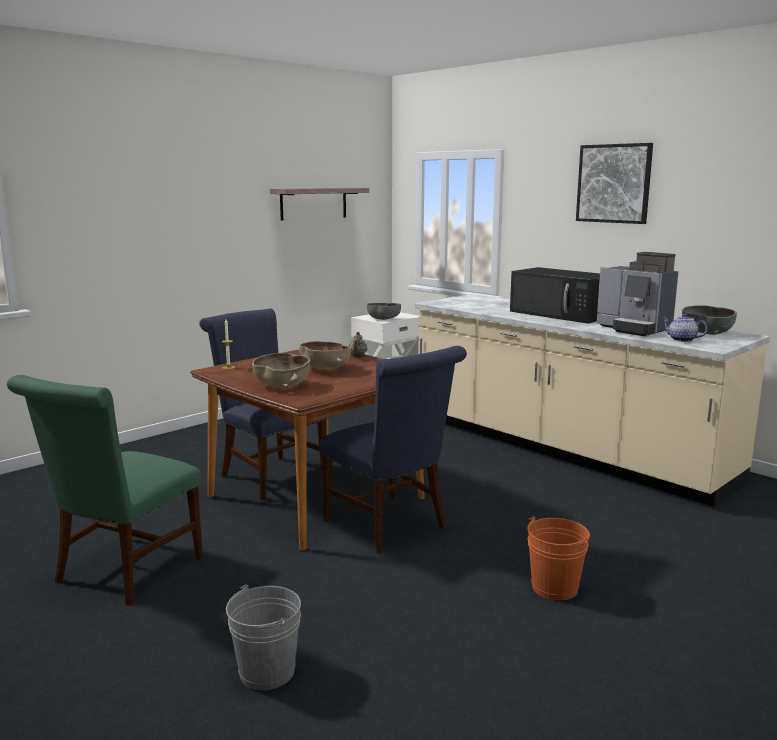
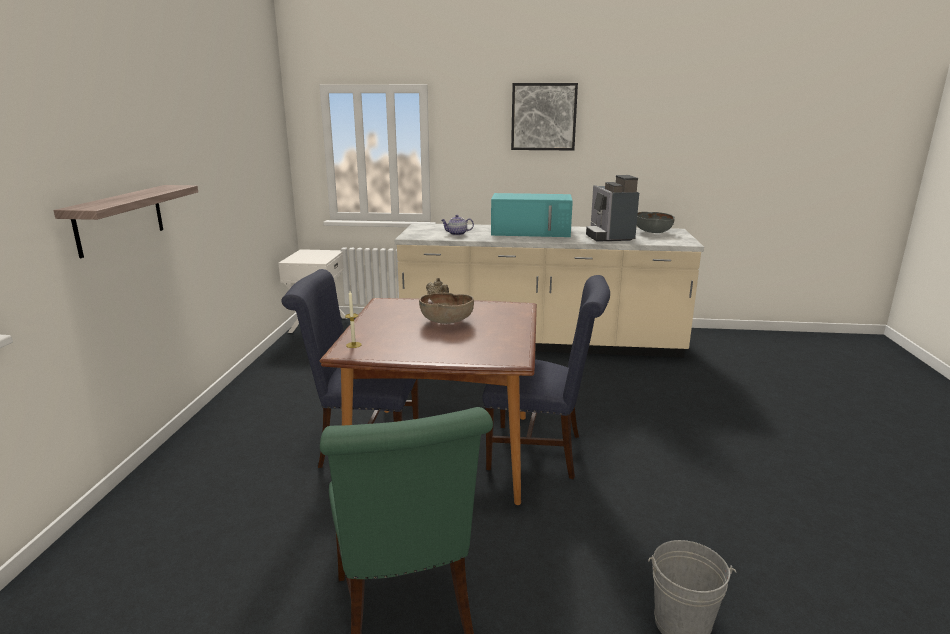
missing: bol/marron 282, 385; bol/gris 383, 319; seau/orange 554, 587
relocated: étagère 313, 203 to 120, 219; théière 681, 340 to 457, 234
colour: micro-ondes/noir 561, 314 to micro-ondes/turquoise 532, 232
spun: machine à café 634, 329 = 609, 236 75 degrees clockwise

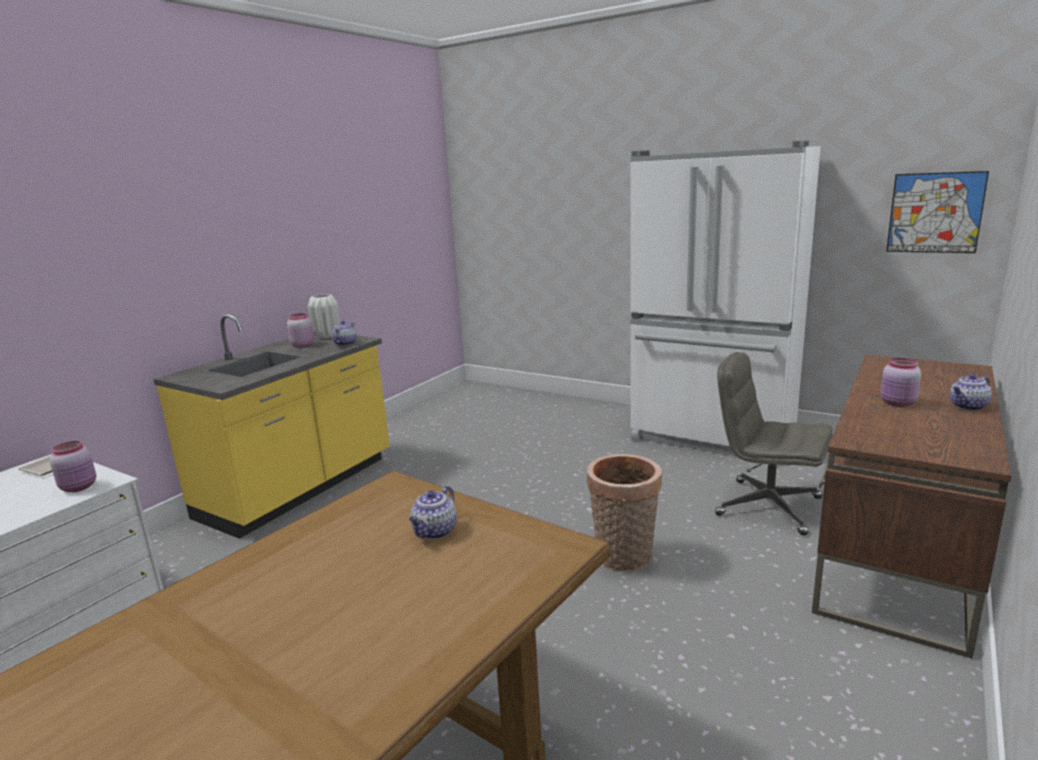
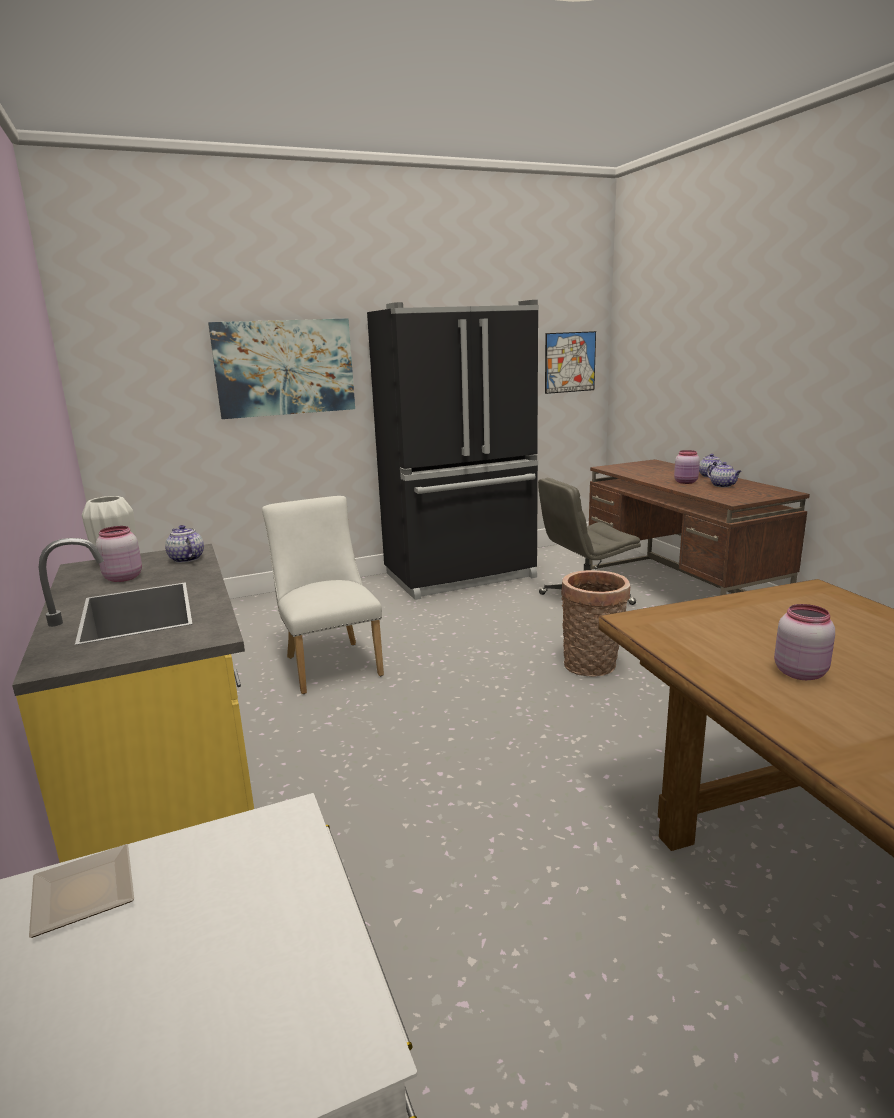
appeared: tableau 285, 367; chaise/blanc 330, 663
relocated: bocal/rose 80, 487 to 800, 672; théière 435, 532 to 723, 485
colour: réfrigérateur/blanc 712, 437 to réfrigérateur/noir 462, 576

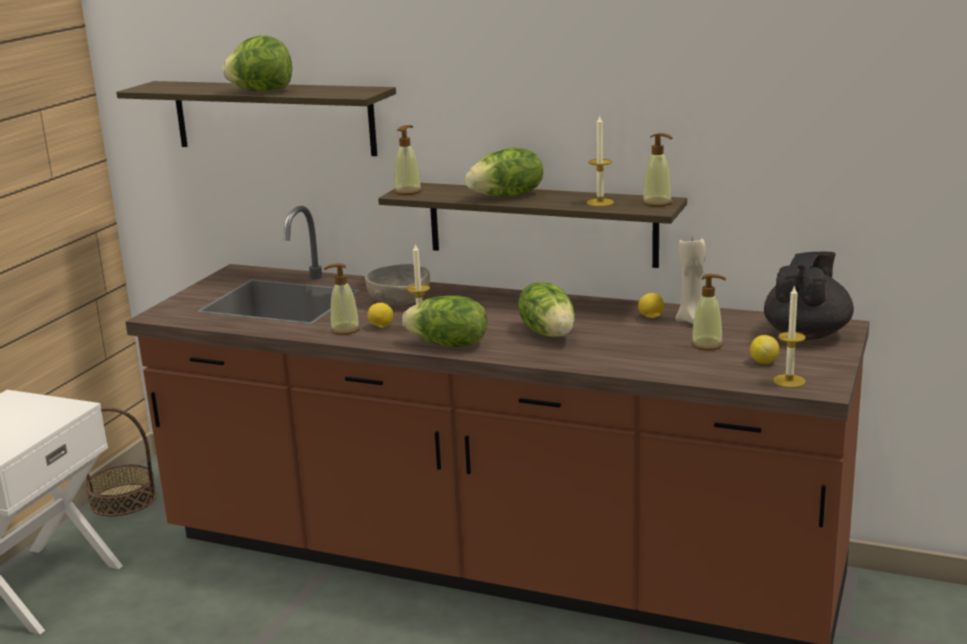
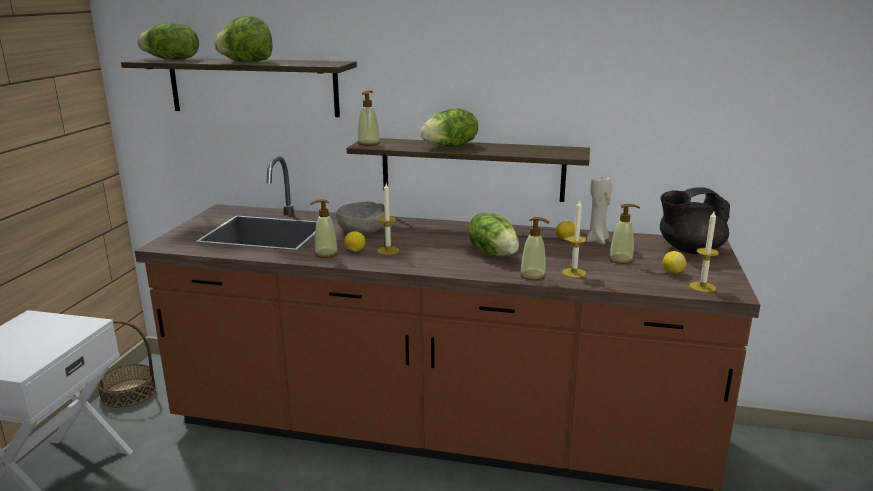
relocated: laitue 448, 345 to 171, 60; bougie 600, 202 to 574, 273; distributeur de savon 657, 203 to 533, 275
spun: théière/noir 807, 333 = 689, 249 120 degrees counterclockwise

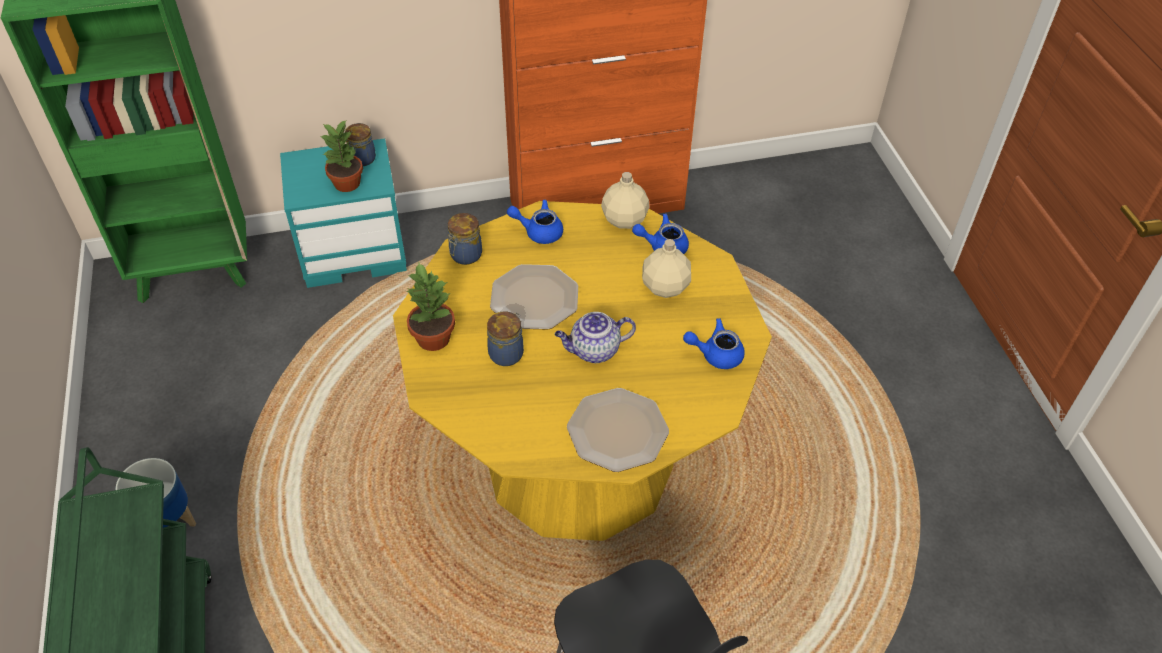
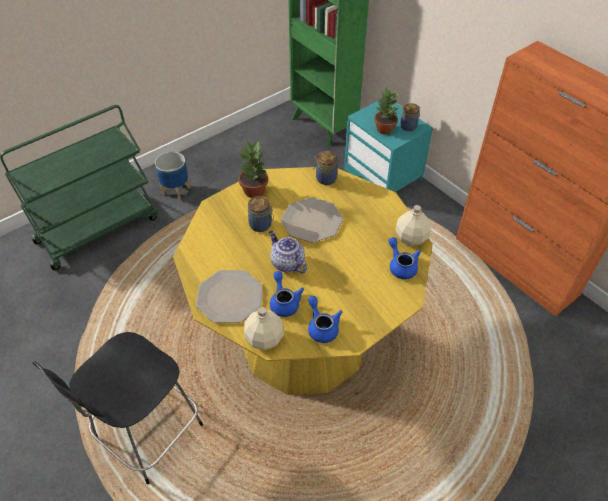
relocated: théière/bleu 538, 231 to 284, 302; bouteille/beige 665, 286 to 265, 339

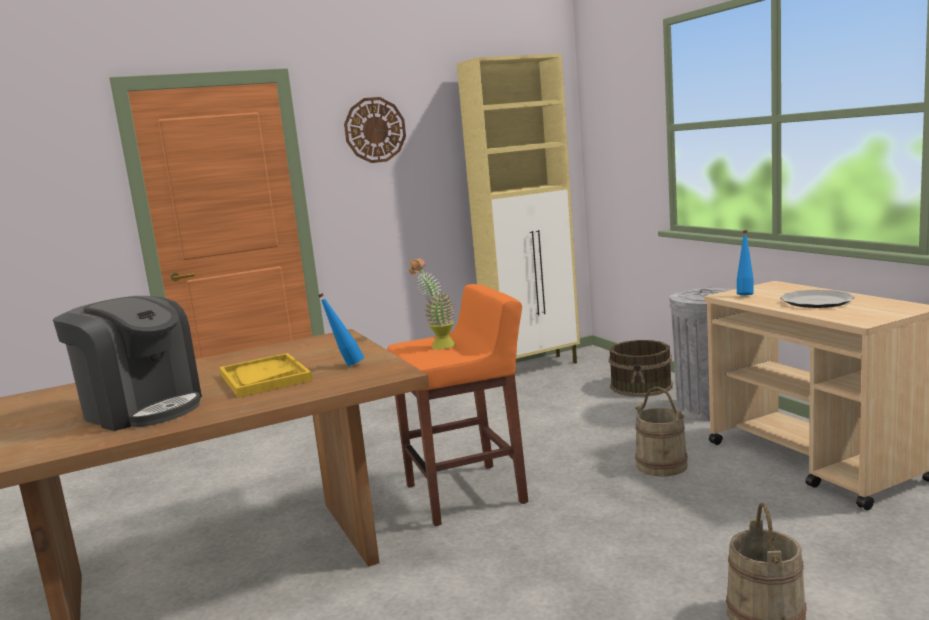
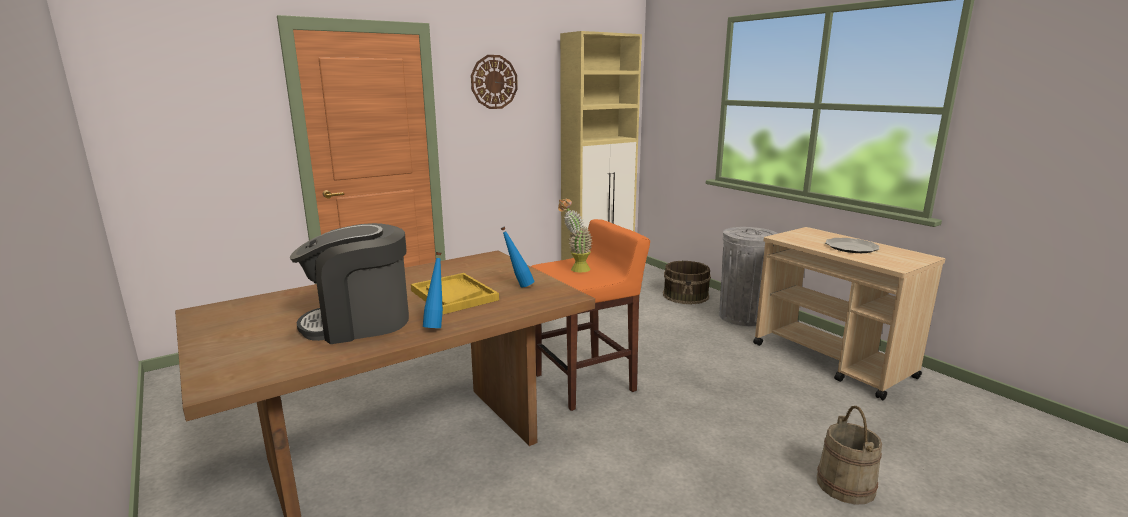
missing: seau/beige 661, 465
relocated: bouteille/bleu 745, 294 to 436, 325
spun: machine à café 142, 409 = 359, 322 135 degrees clockwise

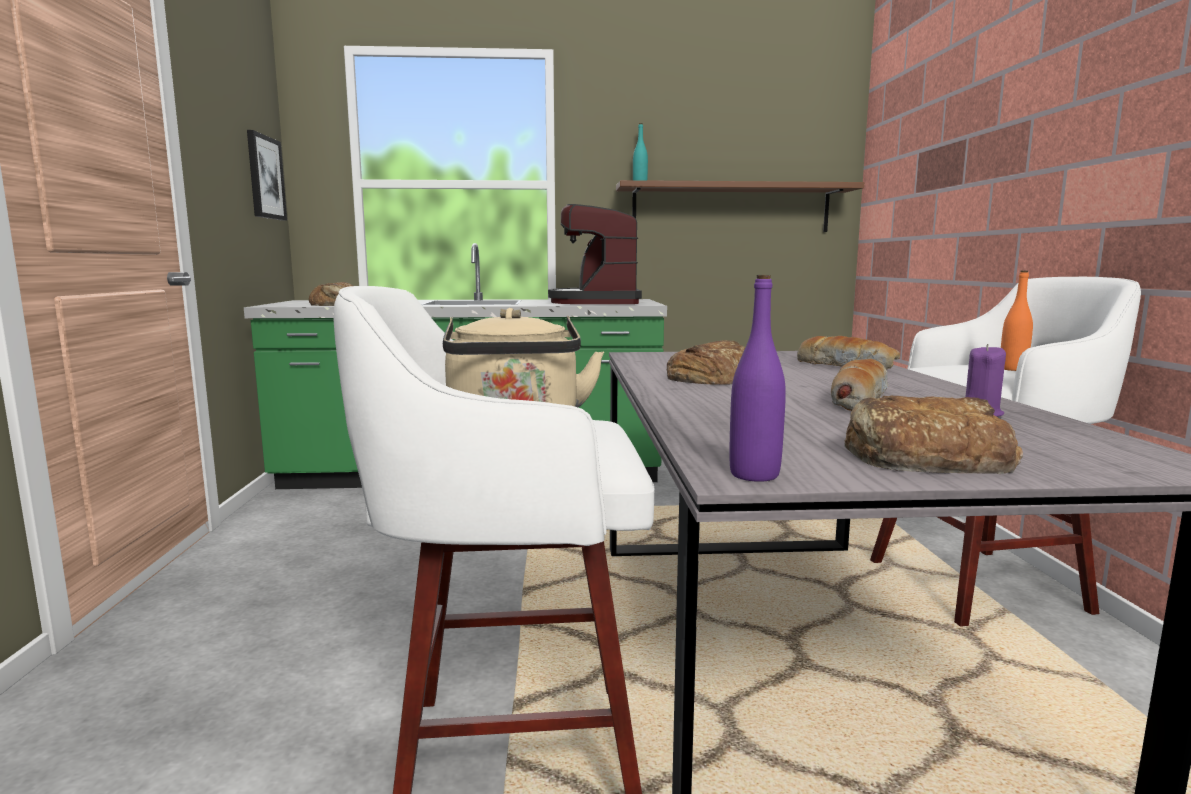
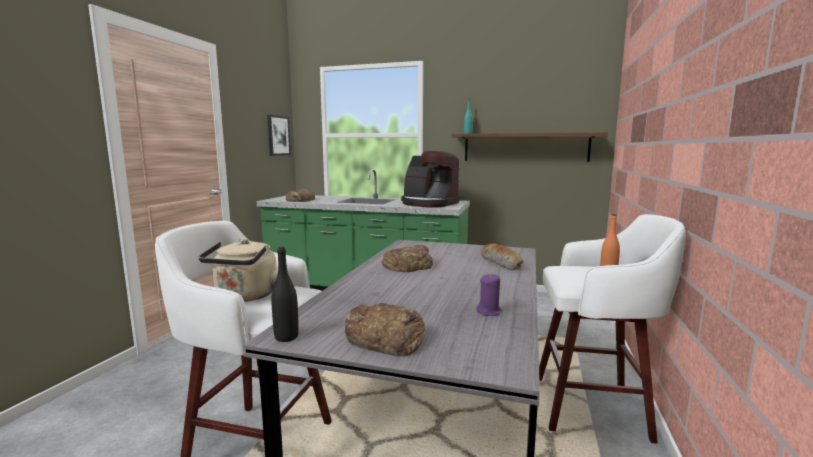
missing: pain 858, 400
colour: bouteille/violet 754, 475 to bouteille/noir 286, 337
spun: machine à café 596, 302 = 429, 203 75 degrees counterclockwise

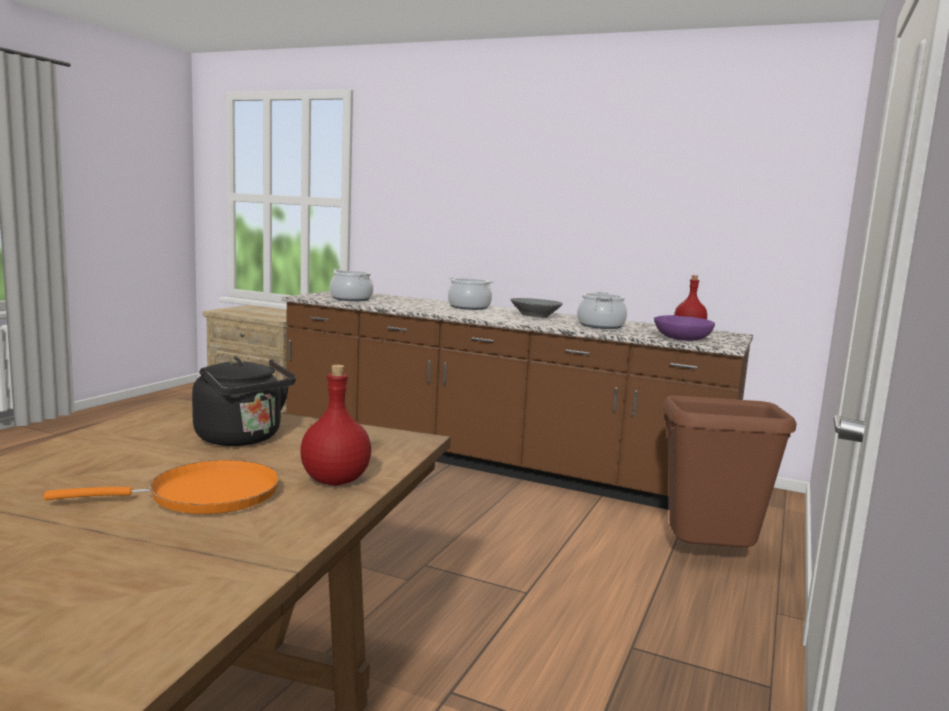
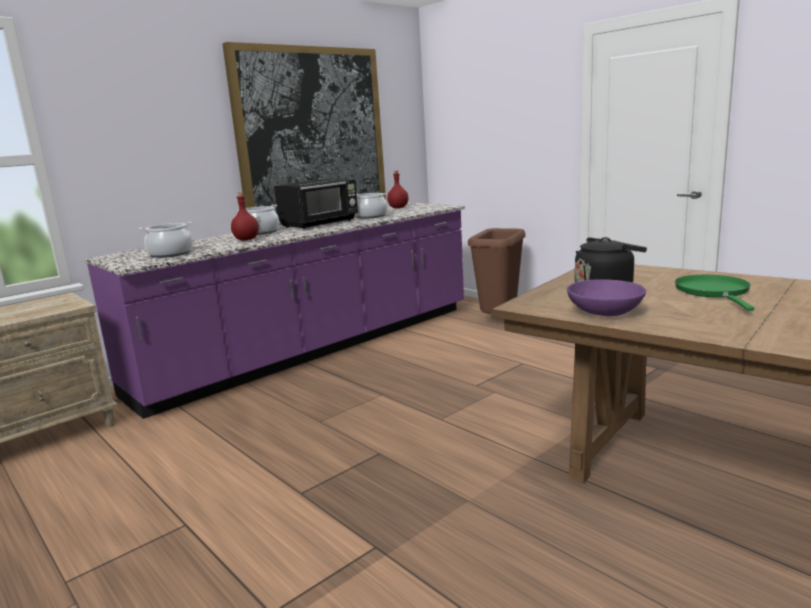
appeared: tableau 312, 137
relocated: bouteille/rouge 336, 481 to 247, 239; bol/violet 681, 338 to 604, 312
exchanged: bol/gris 535, 316 to micro-ondes/noir 320, 223
colour: poêle/orange 204, 495 to poêle/vert 713, 292; comptoir de cuisine/marron 494, 462 to comptoir de cuisine/violet 316, 348

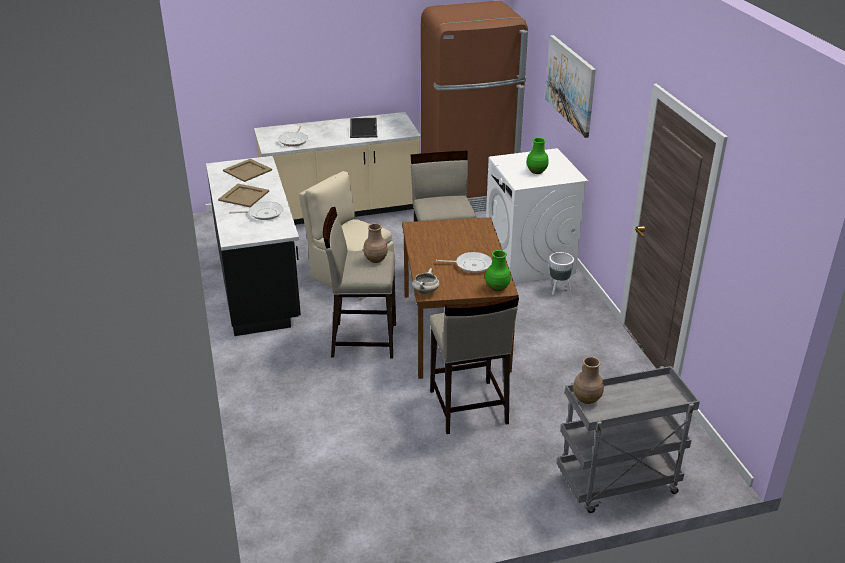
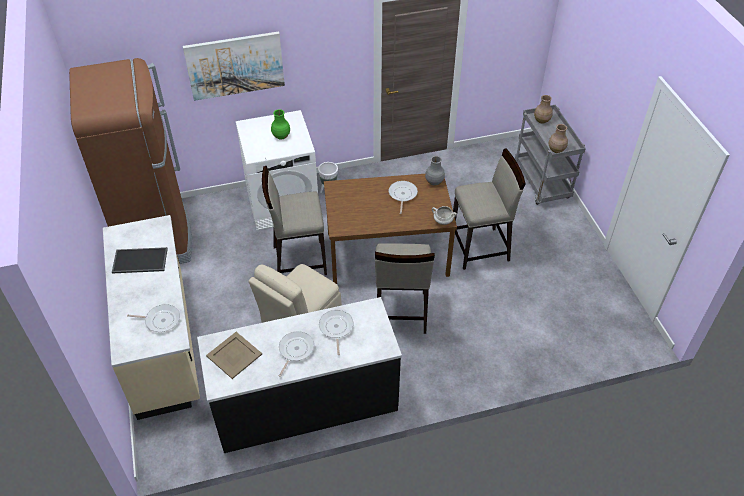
relocated: vase/marron 375, 260 to 542, 120
exchanged: plateau/beige 243, 195 to poêle 295, 350
colour: vase/vert 497, 287 to vase/gris 434, 182

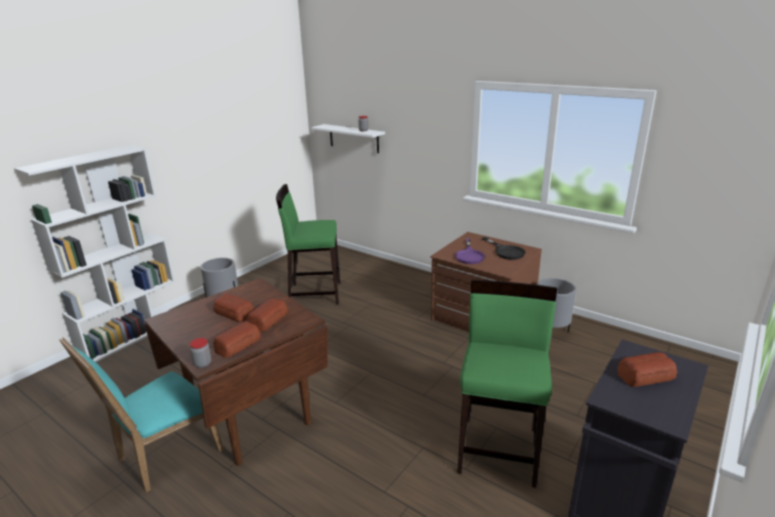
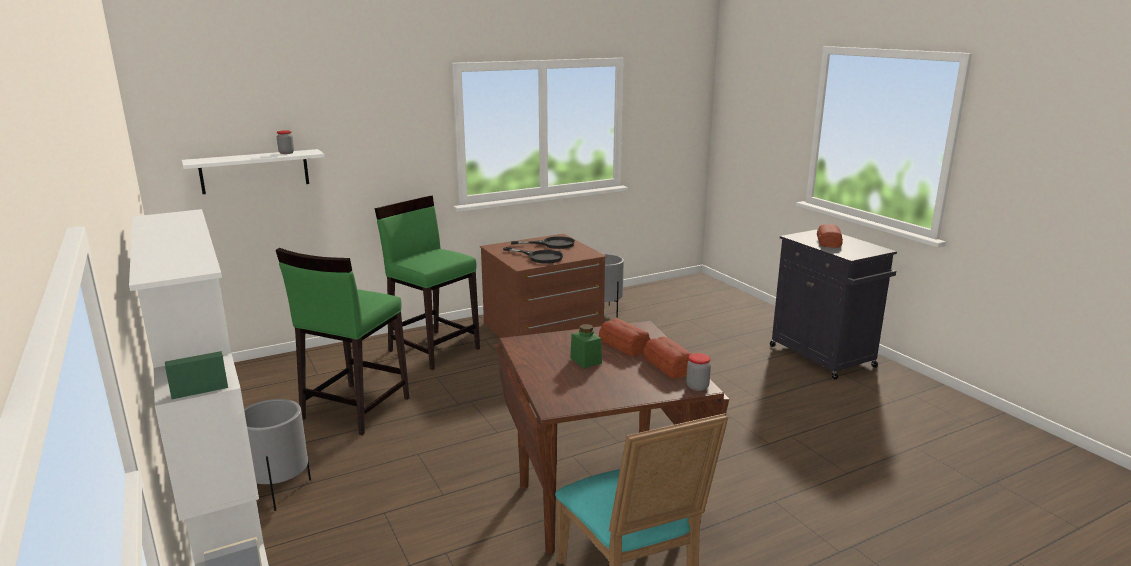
relocated: tabouret/vert 499, 449 to 434, 349
exchanged: pain 234, 313 to bocal/vert 586, 360
colour: poêle/violet 469, 255 to poêle/noir 540, 257

